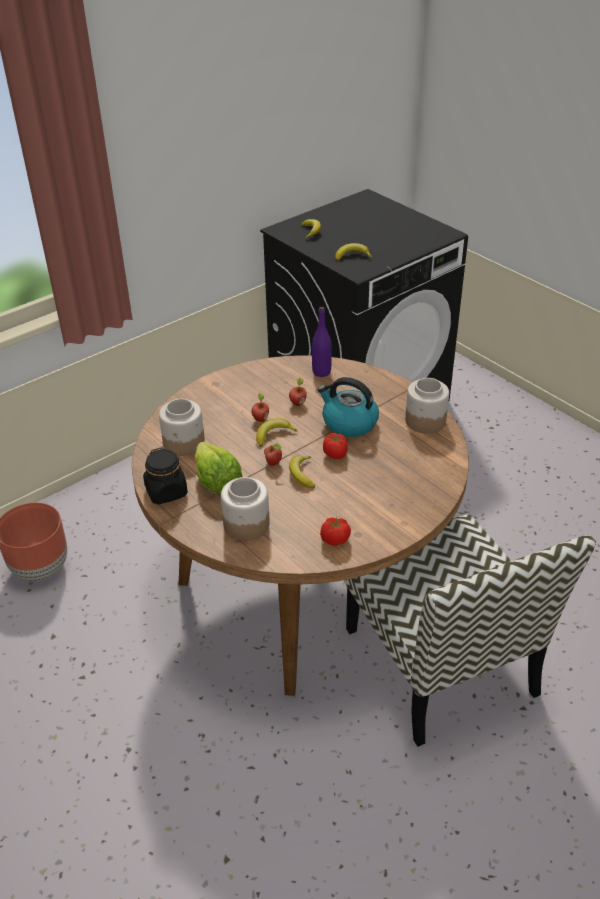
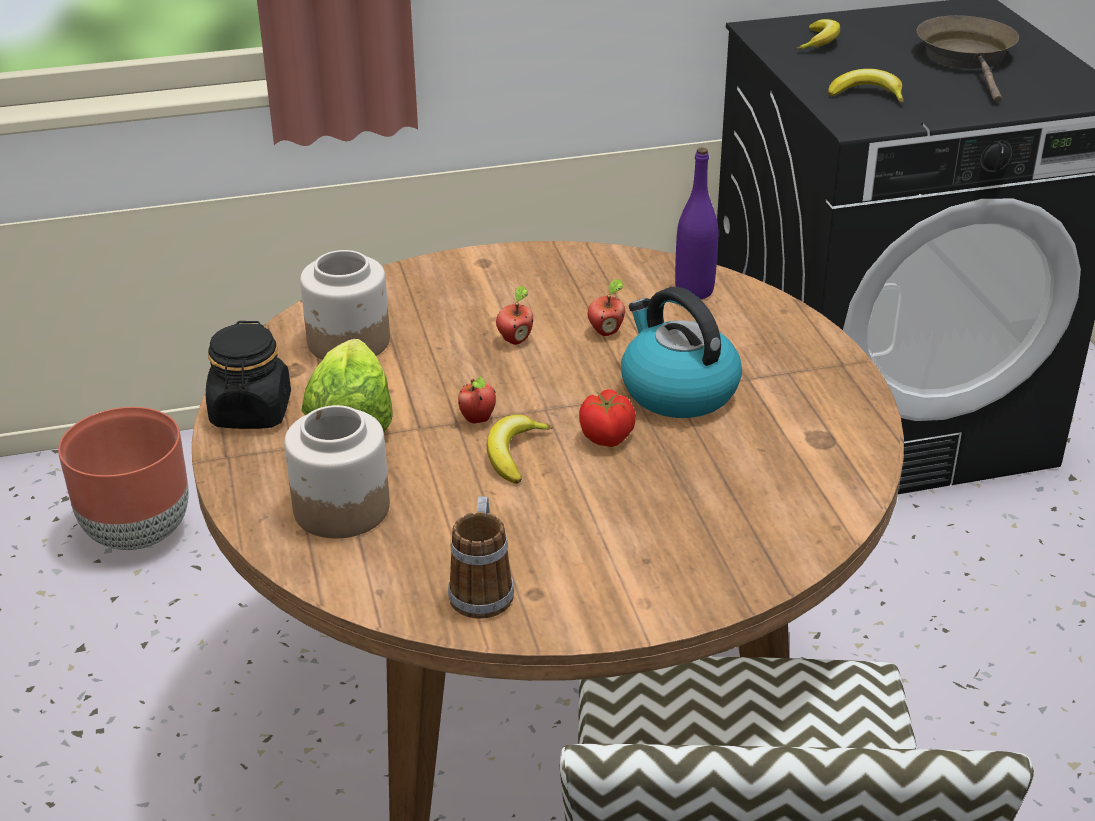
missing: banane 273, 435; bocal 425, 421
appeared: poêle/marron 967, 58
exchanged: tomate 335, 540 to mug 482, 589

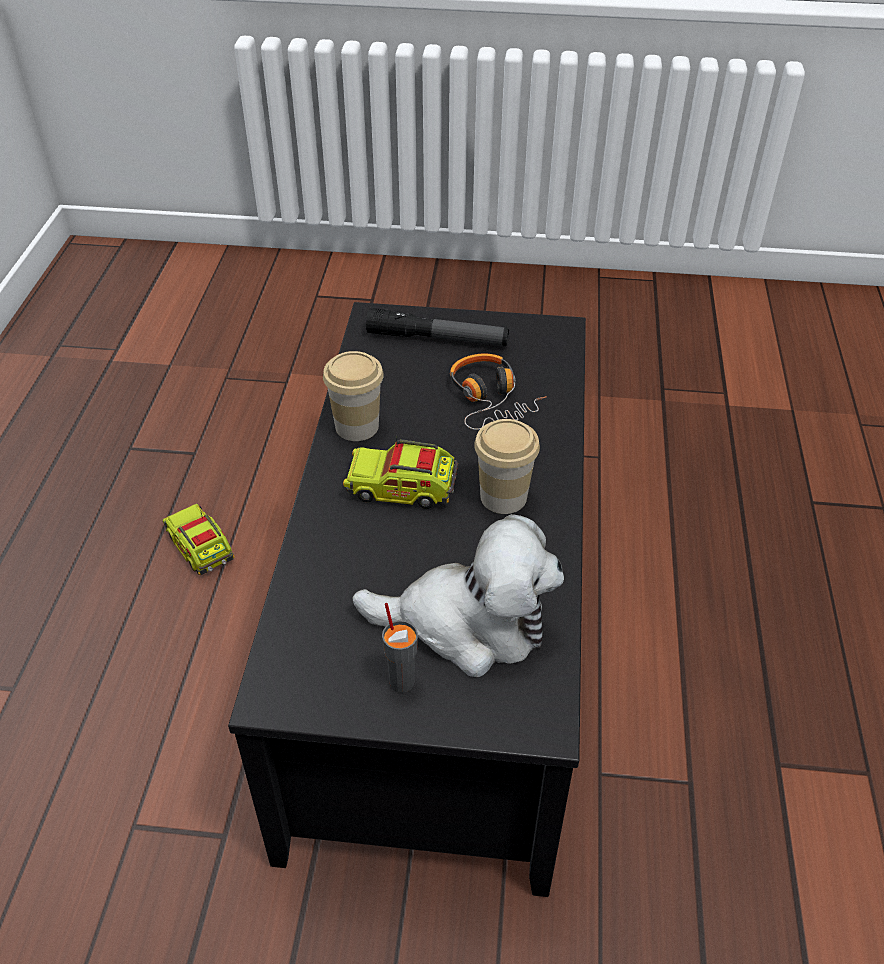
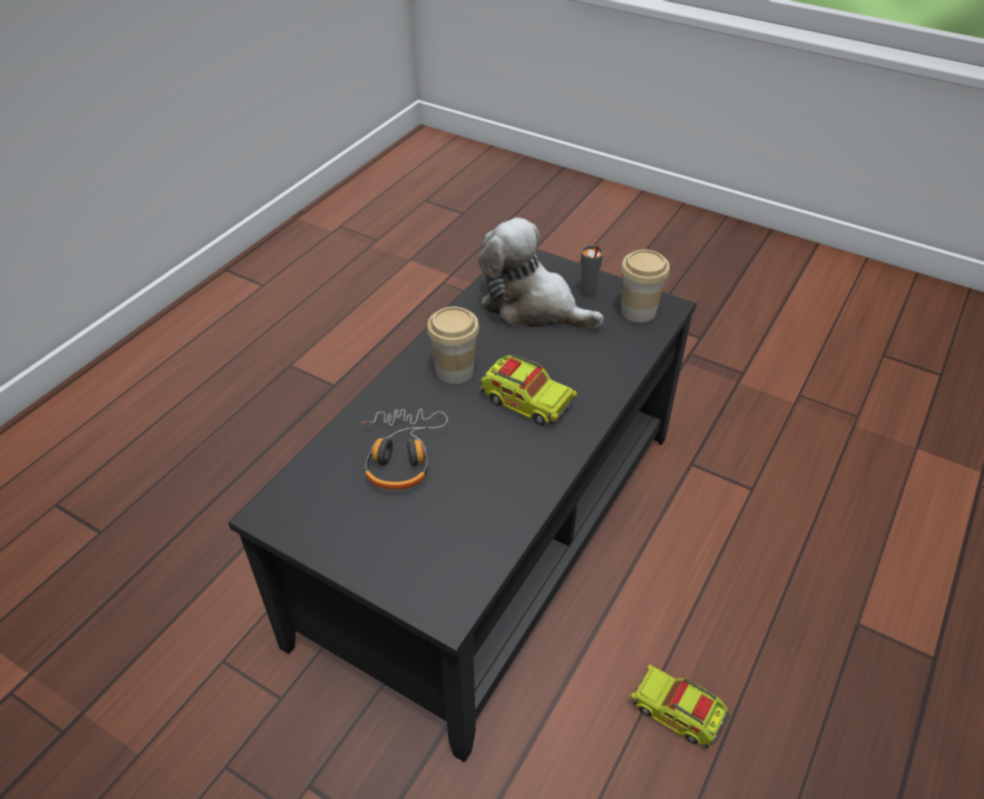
missing: lampe de poche 437, 338
relocated: tasse 357, 426 to 638, 311
spun: camion jouet 201, 548 = 677, 712 135 degrees clockwise

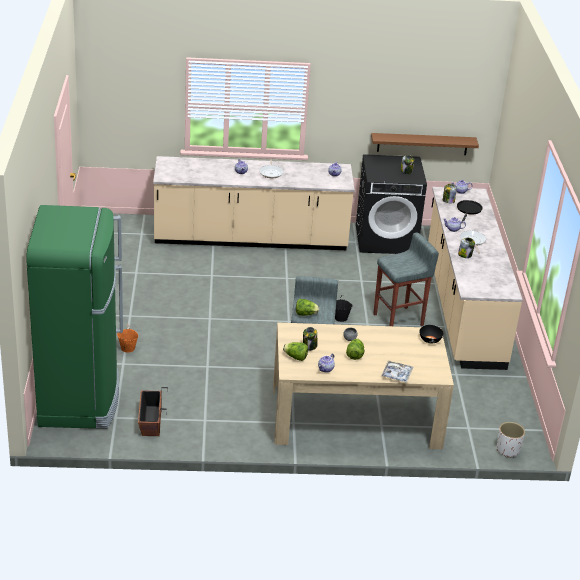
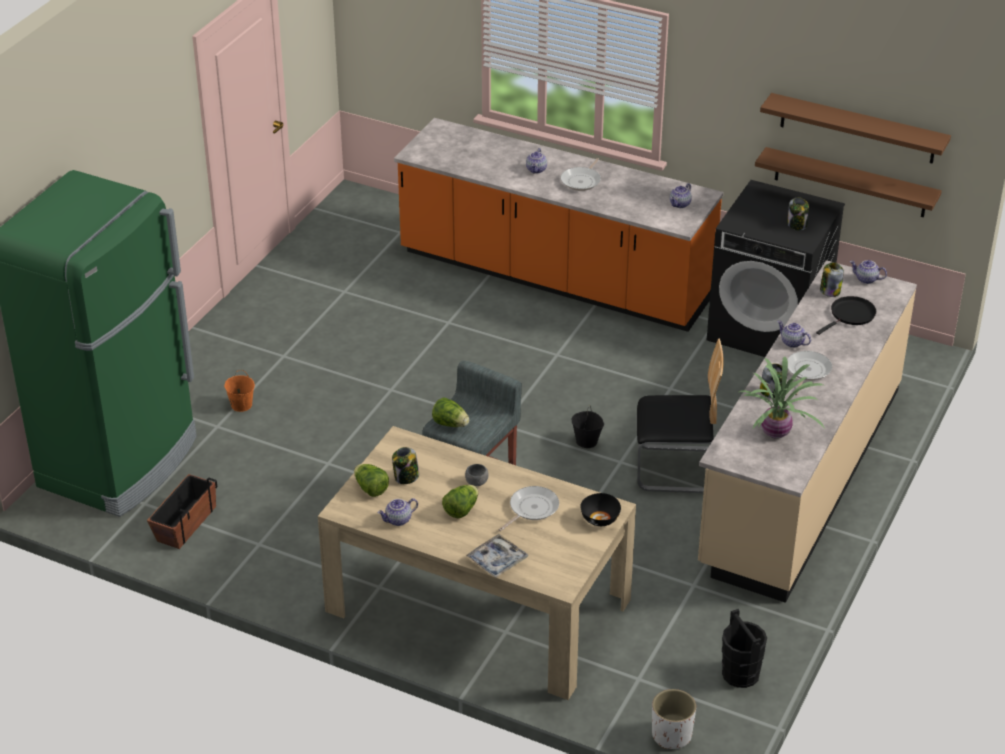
appeared: poêle 531, 509; seau/noir 740, 674; plante en pot 776, 433; étagère/marron 857, 129
exchanged: tabouret/gris 399, 320 to chaise 676, 469
colour: comptoir de cuisine/beige 251, 238 to comptoir de cuisine/orange 554, 277

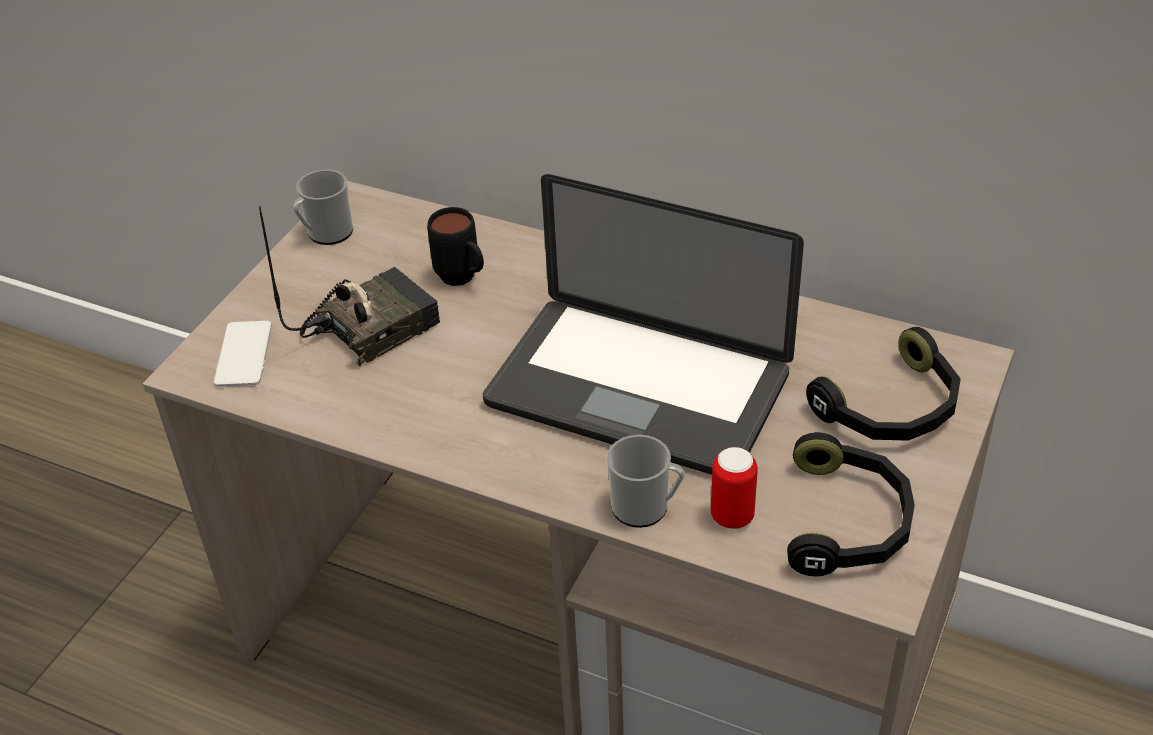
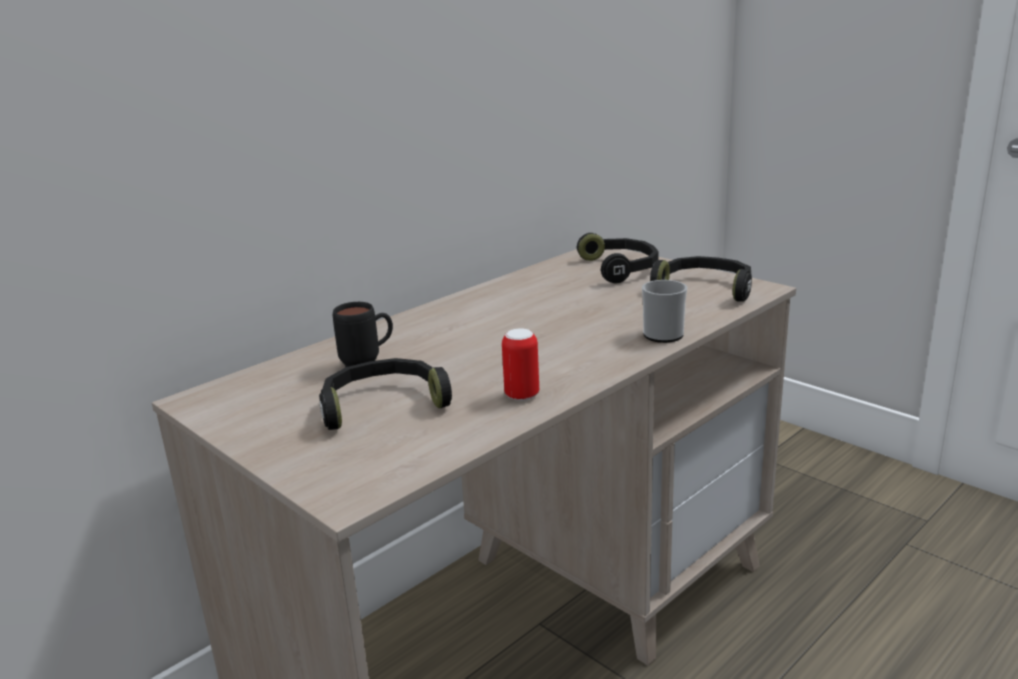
missing: téléphone 244, 355; mug 326, 234; ordinateur portable 637, 390
relocated: boîte métallique 732, 516 to 522, 395
exchanged: radio 370, 326 to casque audio/noir 382, 404

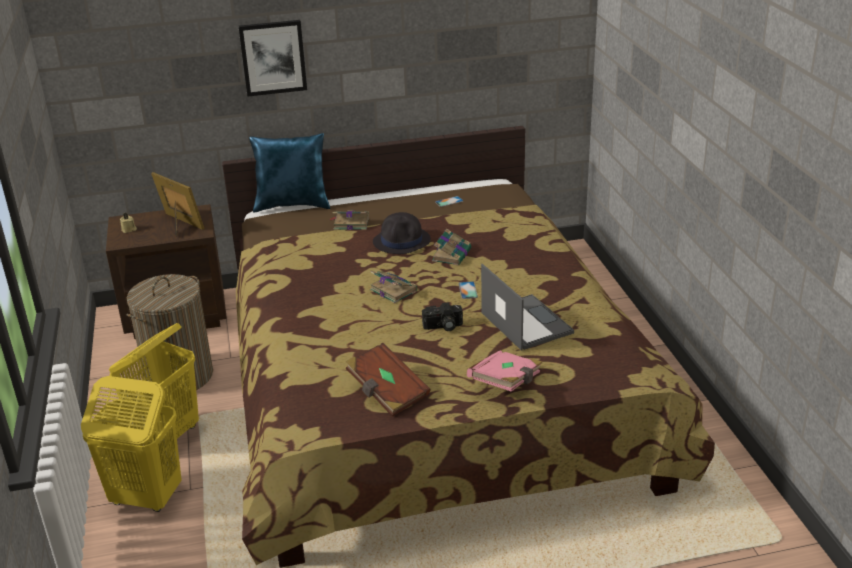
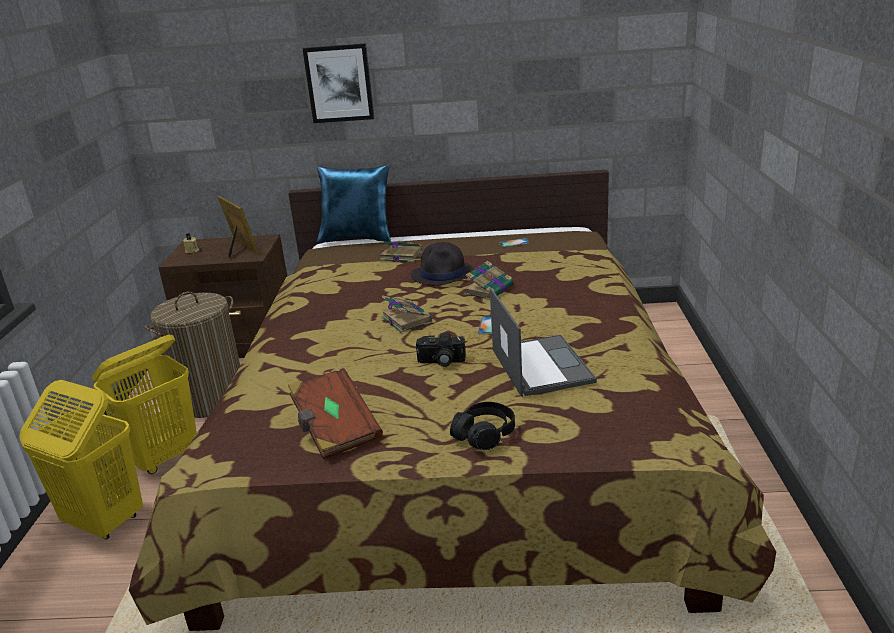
exchanged: livre/rose 506, 383 to casque audio/noir 484, 434

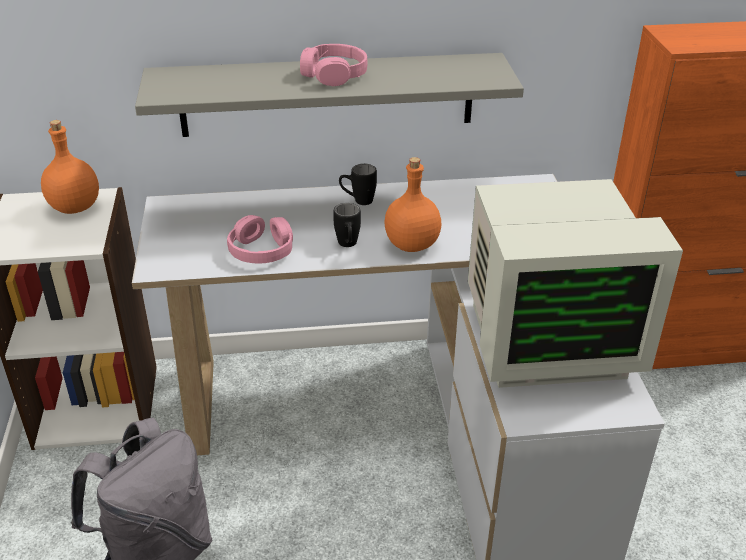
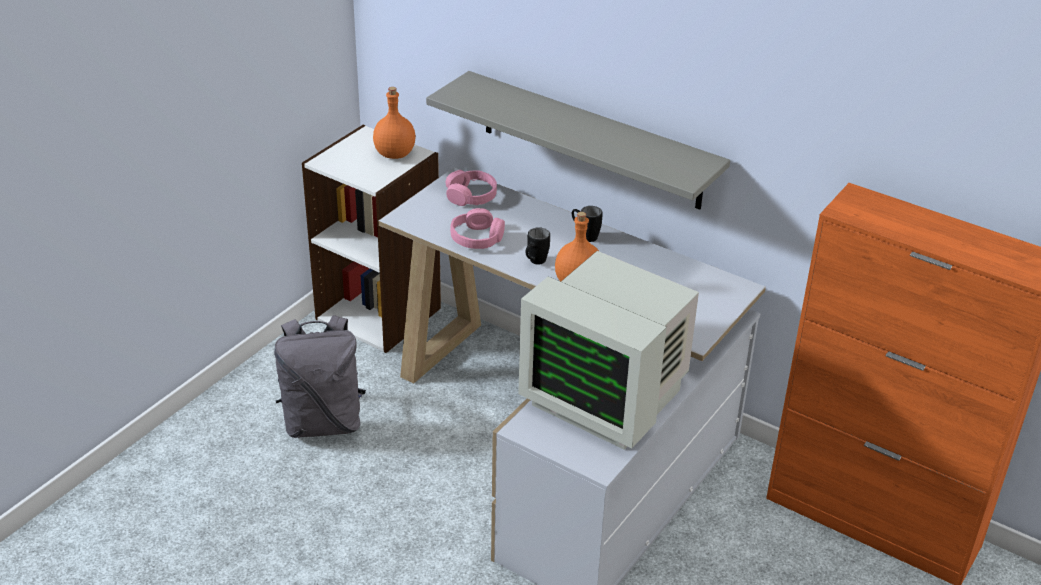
relocated: casque audio/rose 334, 74 to 471, 196

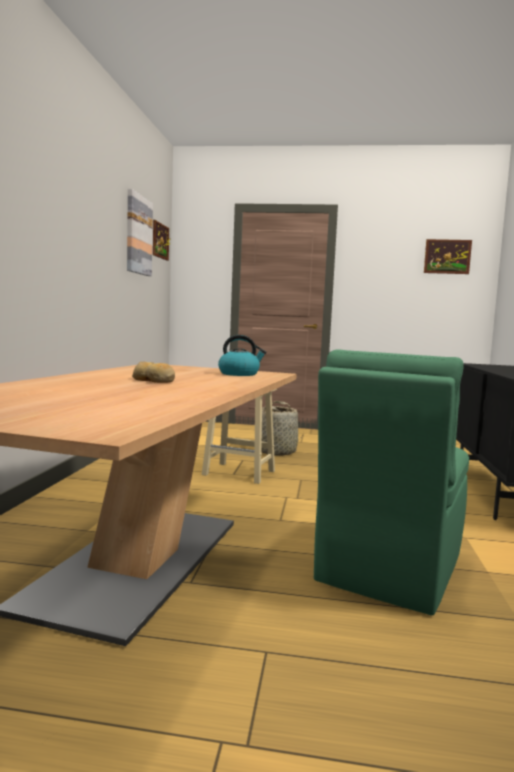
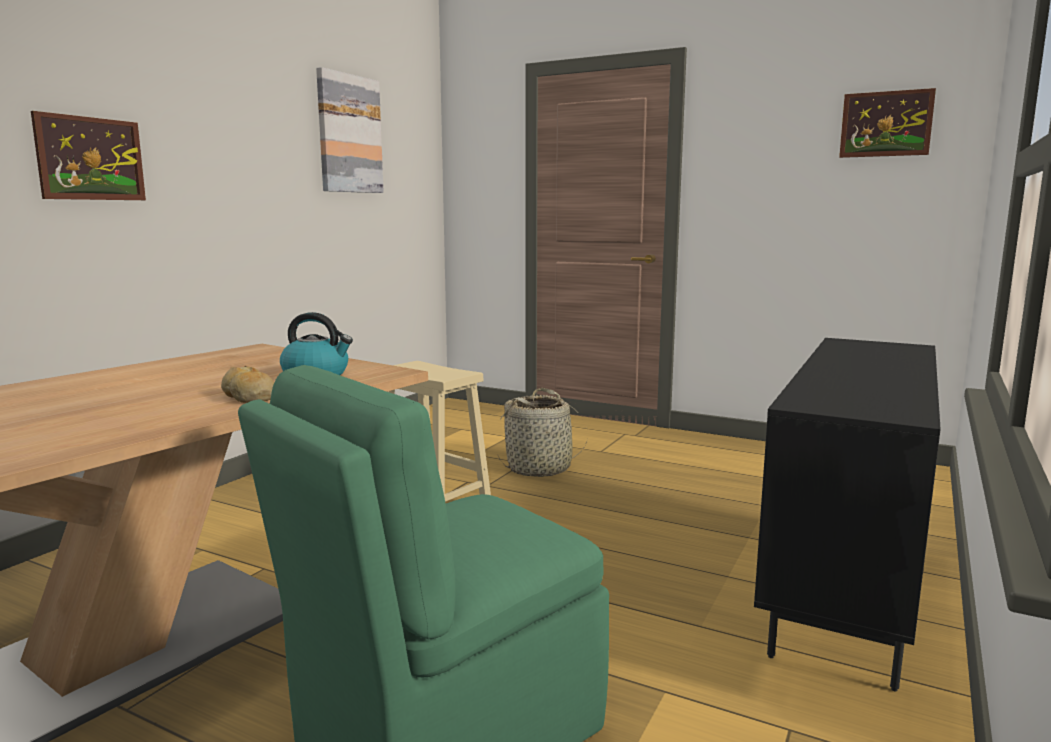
relocated: pain 154, 380 to 249, 396; tableau 160, 241 to 90, 159

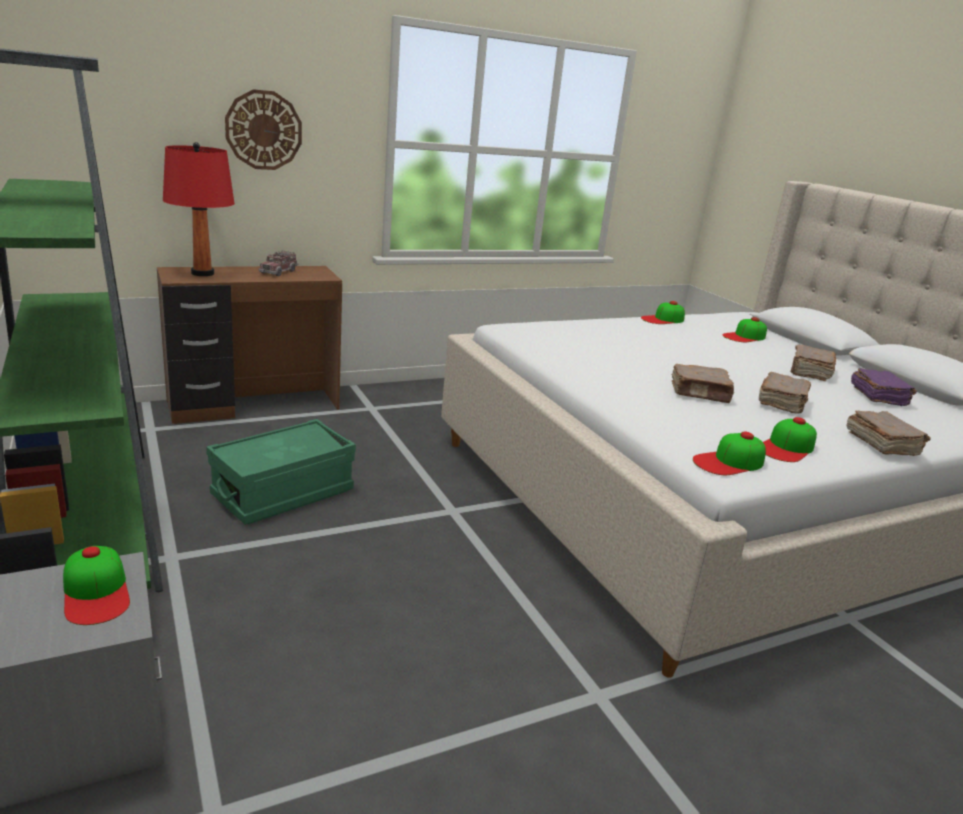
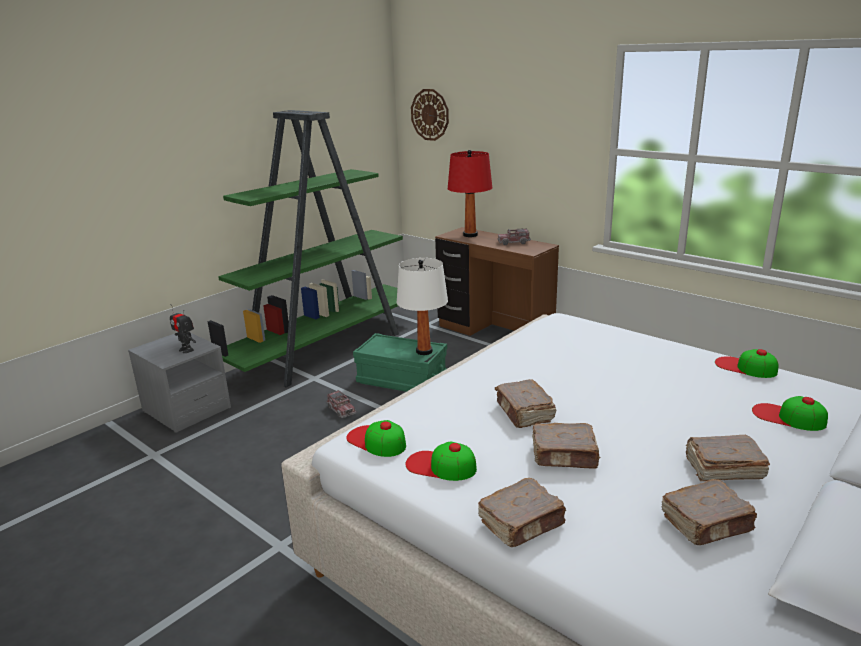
appeared: camion jouet 341, 410; lampe de table/blanc 424, 351
relocated: horloge murale 264, 130 to 430, 114
exchanged: casquette 96, 592 to robot jouet 186, 350
colour: livre/violet 878, 397 to livre/marron 707, 524

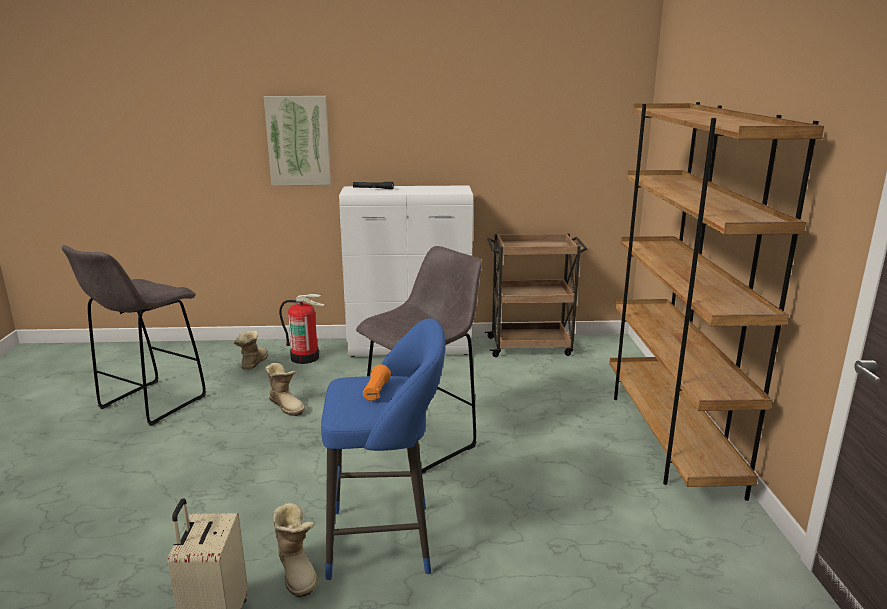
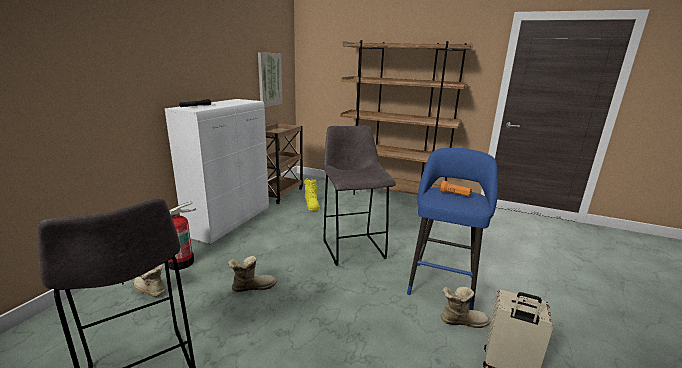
appeared: botte/jaune 311, 204
relocated: tableau 298, 141 to 269, 79

